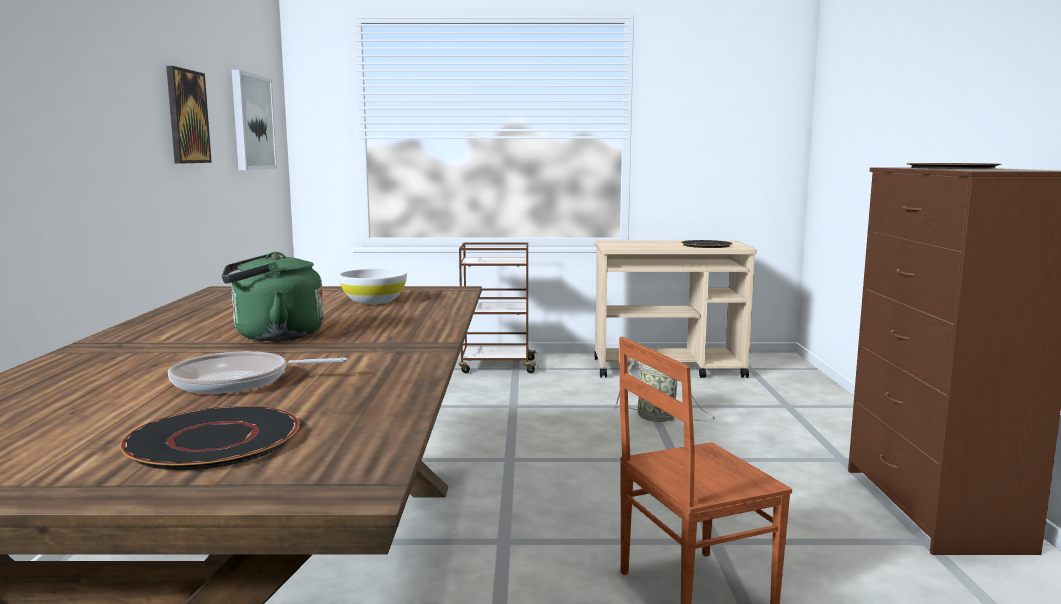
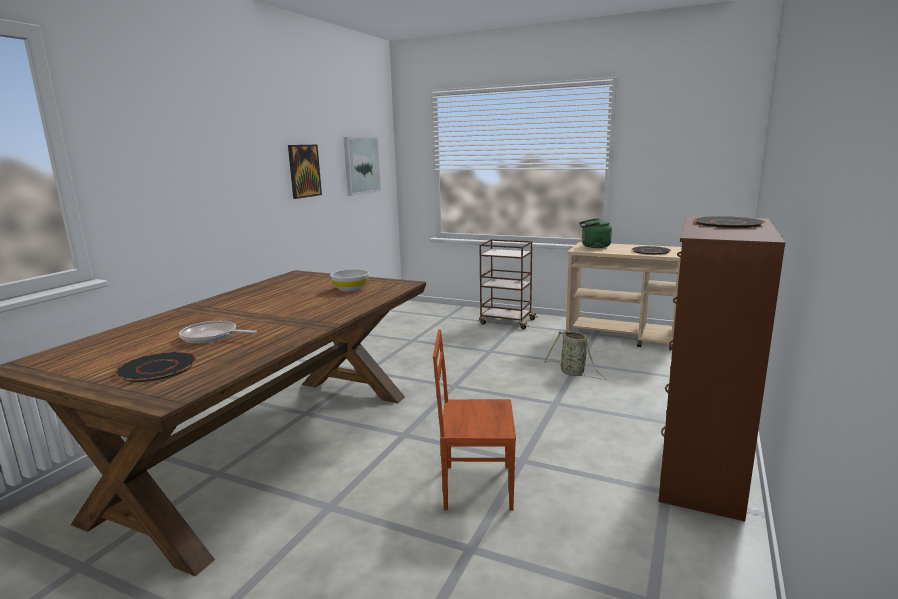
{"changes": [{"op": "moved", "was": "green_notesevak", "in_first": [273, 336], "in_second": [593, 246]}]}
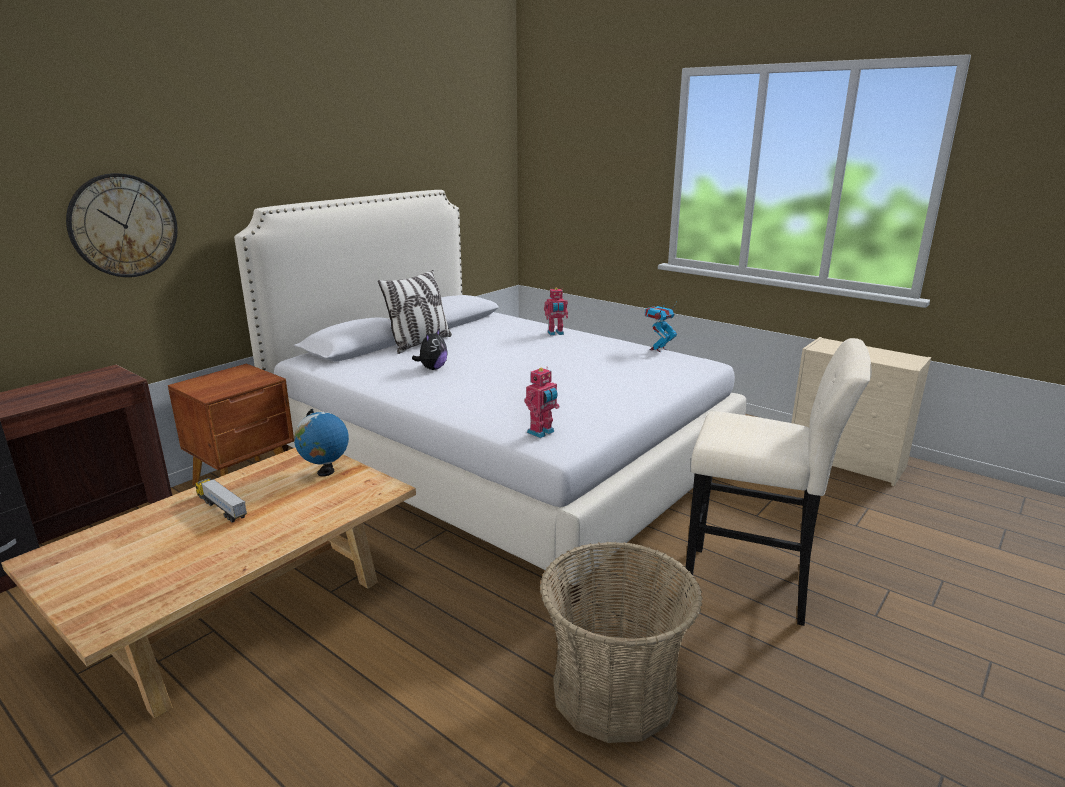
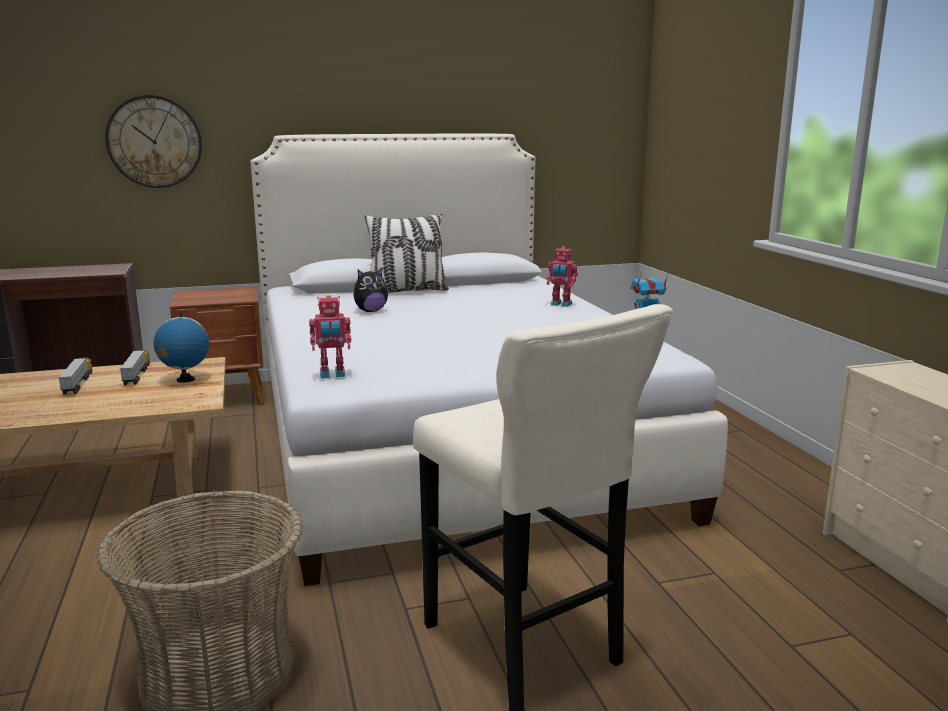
{"changes": [{"op": "added", "now": "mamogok", "in_second": [137, 375]}]}
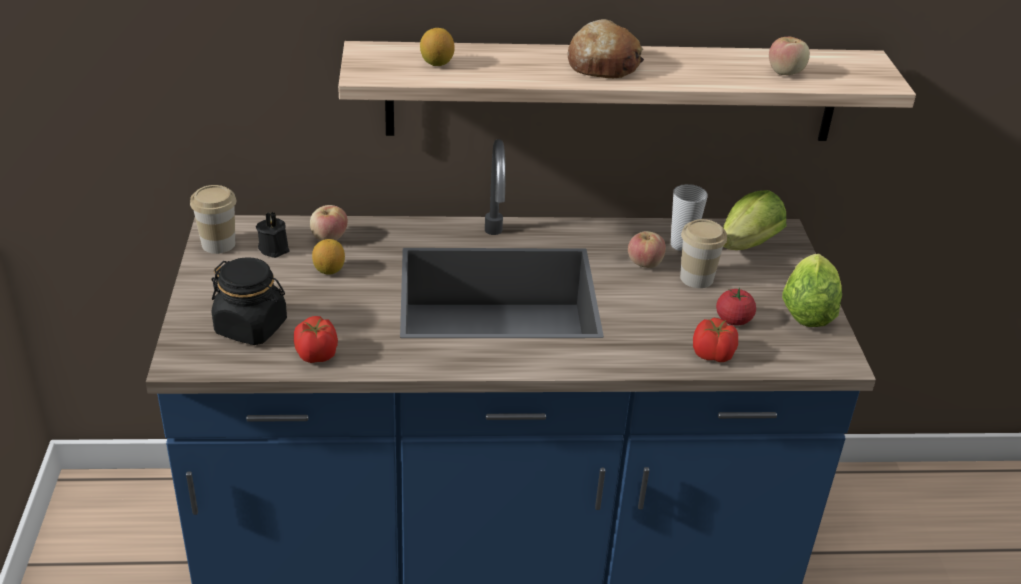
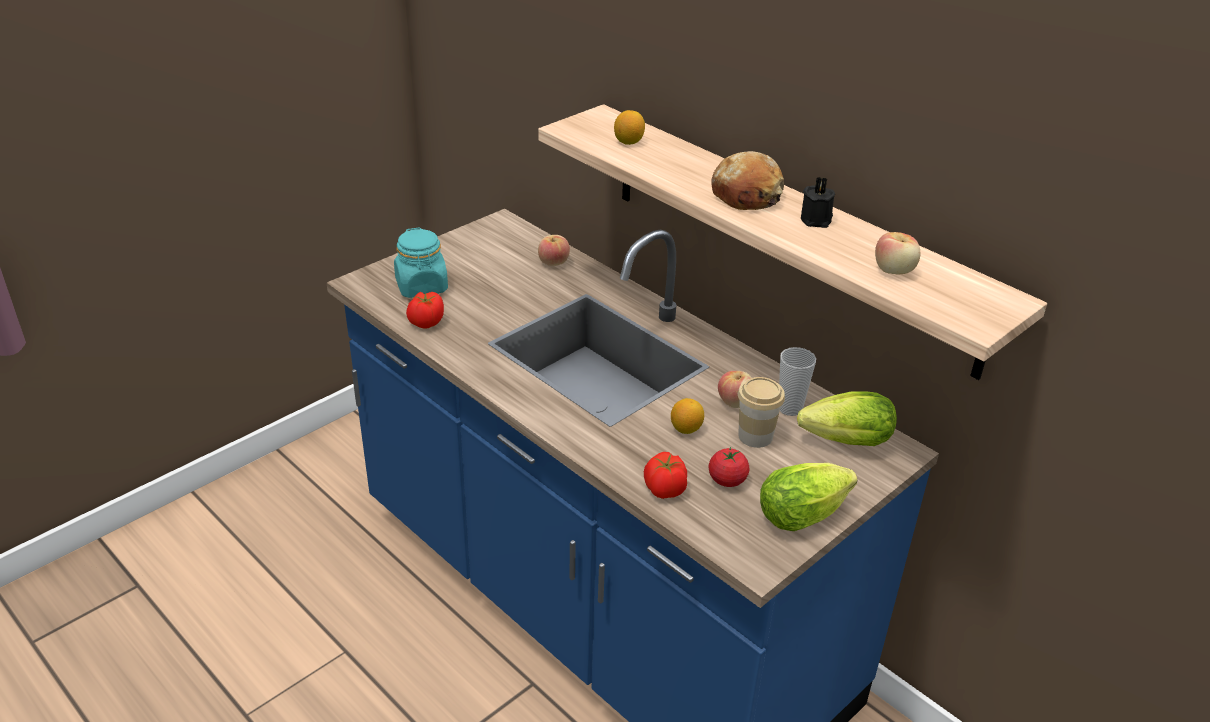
{"changes": [{"op": "recoloured", "was": "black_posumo", "now": "turquoise_posumo", "in_first": [251, 327], "in_second": [422, 286]}, {"op": "moved", "was": "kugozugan", "in_first": [329, 270], "in_second": [686, 429]}, {"op": "moved", "was": "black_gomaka", "in_first": [274, 248], "in_second": [817, 219]}, {"op": "removed", "was": "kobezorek", "in_first": [218, 244]}]}
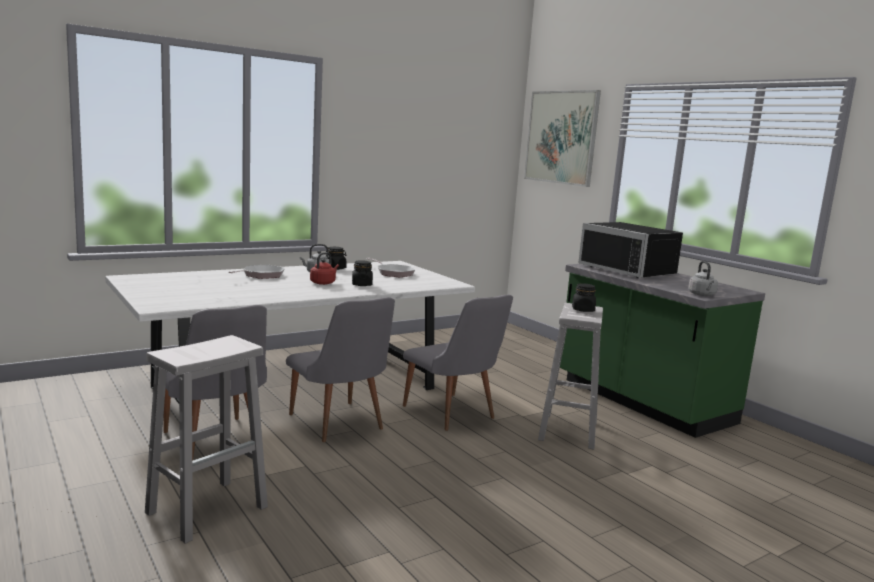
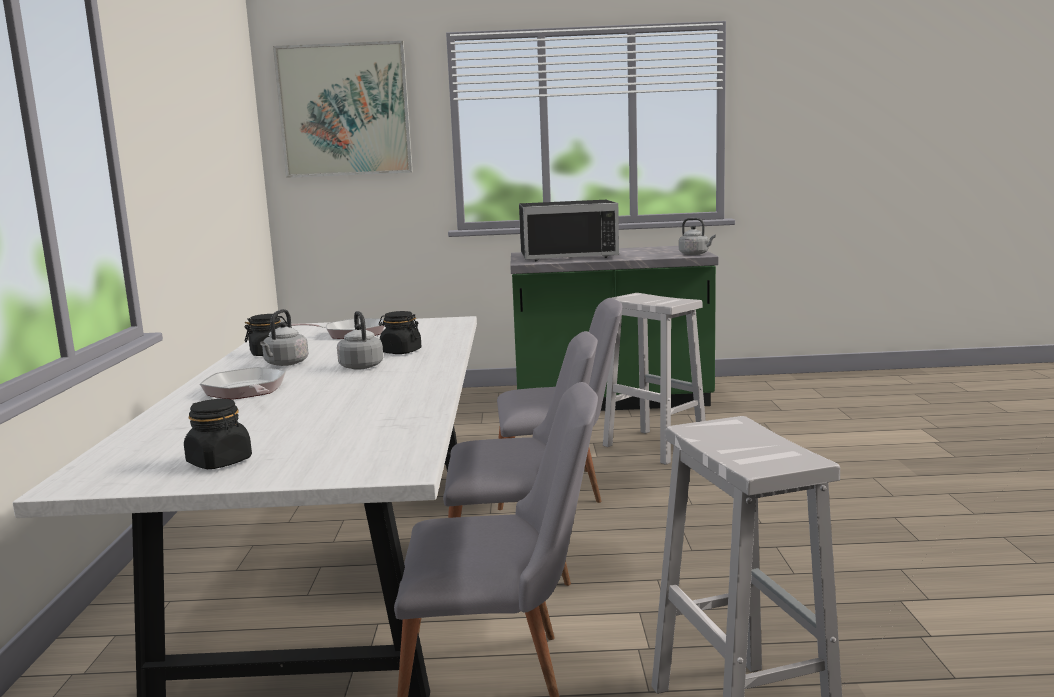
{"changes": [{"op": "moved", "was": "black_posumo", "in_first": [583, 310], "in_second": [220, 462]}, {"op": "recoloured", "was": "red_notesevak", "now": "grey_notesevak", "in_first": [323, 283], "in_second": [360, 366]}]}
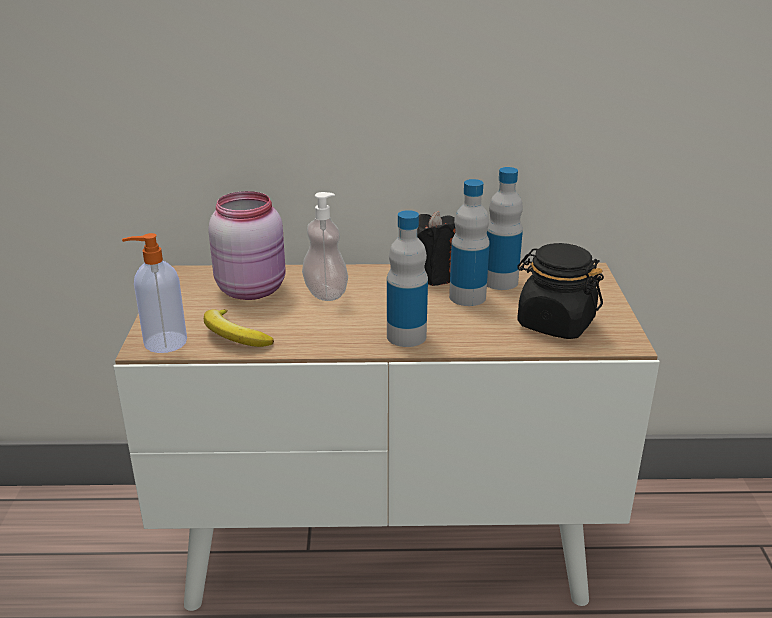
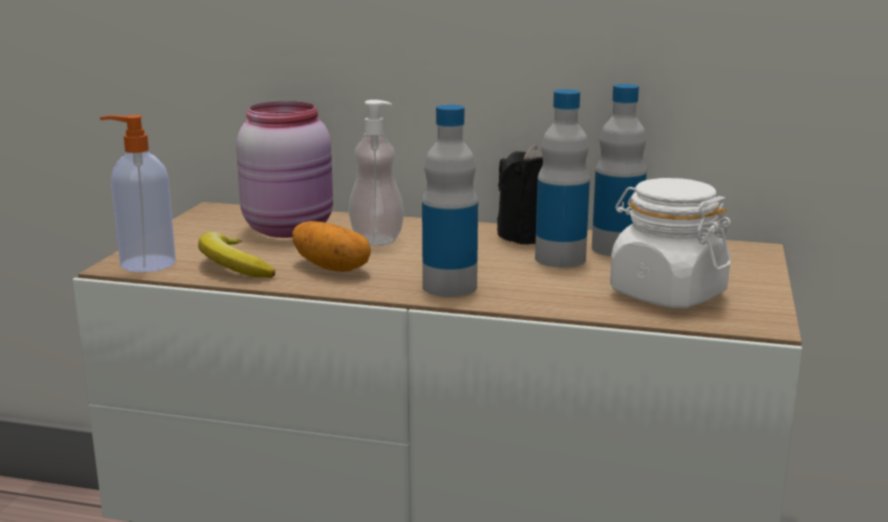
{"changes": [{"op": "added", "now": "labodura", "in_second": [332, 267]}, {"op": "recoloured", "was": "black_posumo", "now": "white_posumo", "in_first": [555, 323], "in_second": [666, 294]}]}
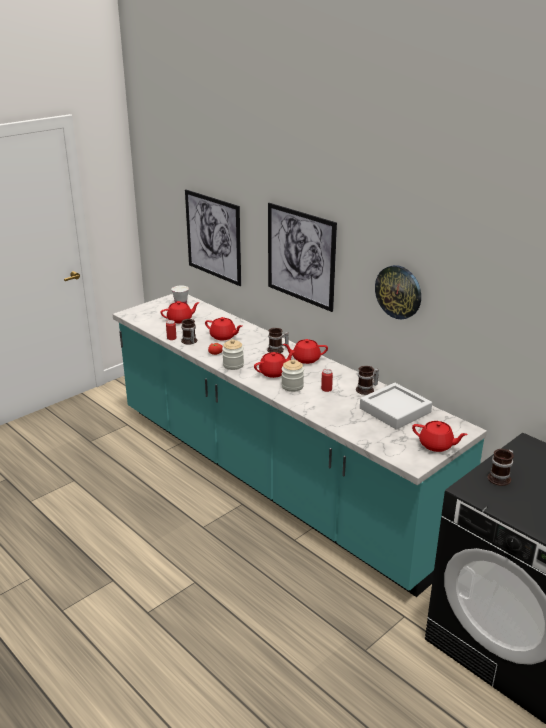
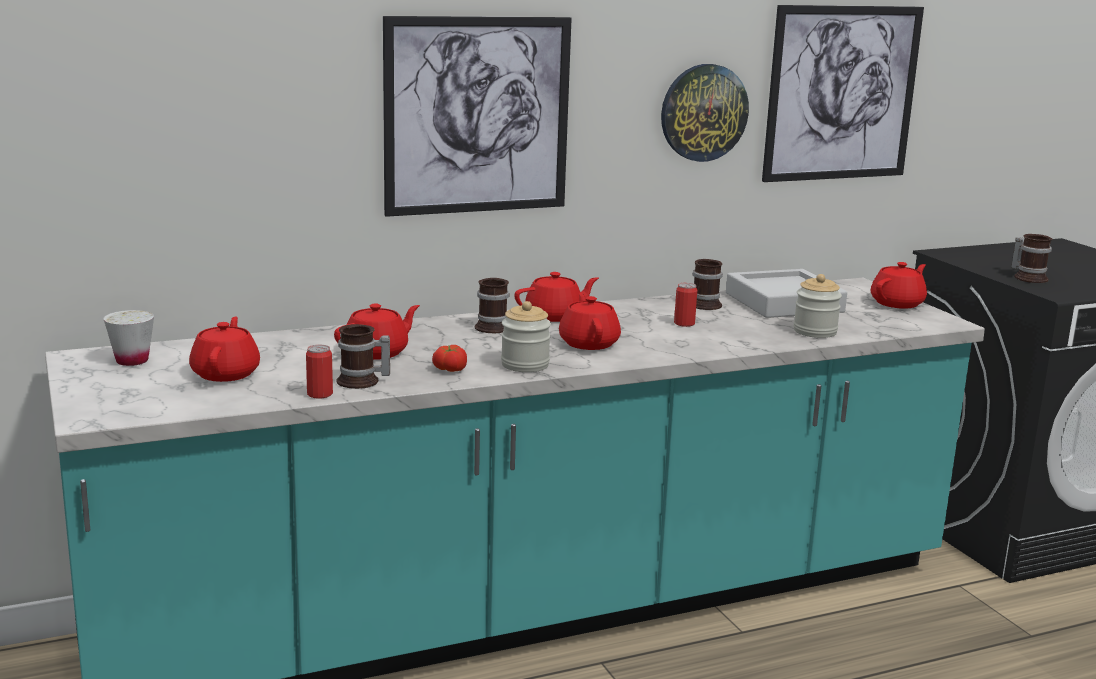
{"changes": [{"op": "turned", "was": "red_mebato", "in_first": [305, 359], "in_second": [555, 316], "clockwise": -135}, {"op": "moved", "was": "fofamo", "in_first": [213, 237], "in_second": [842, 93]}, {"op": "moved", "was": "posumo", "in_first": [292, 386], "in_second": [815, 331]}]}
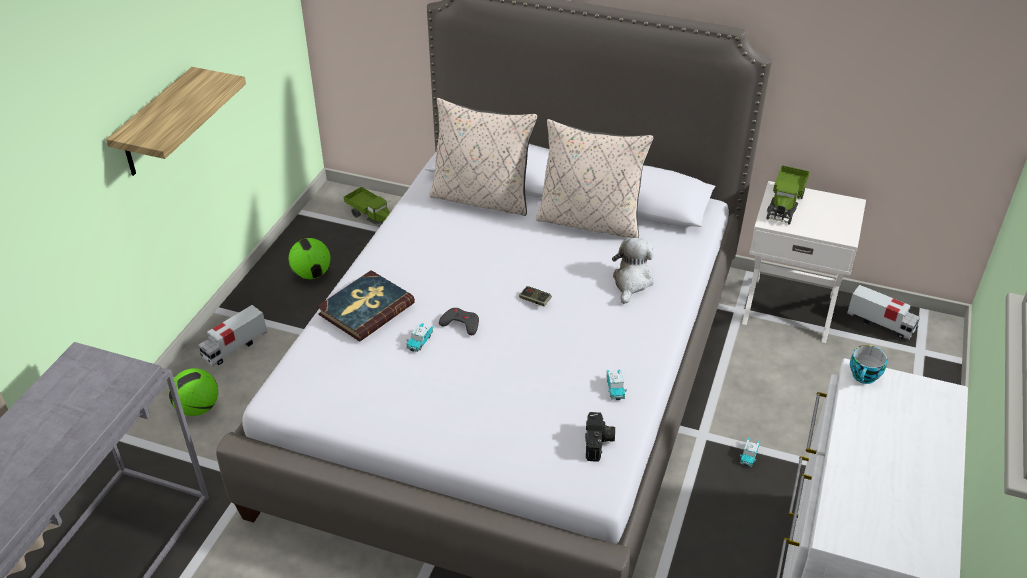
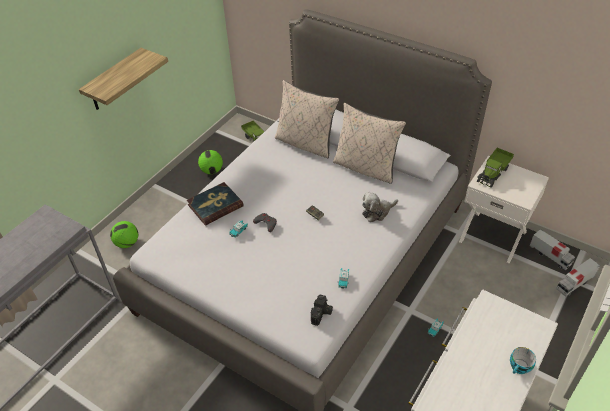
{"changes": [{"op": "turned", "was": "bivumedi", "in_first": [631, 282], "in_second": [377, 212], "clockwise": -150}, {"op": "moved", "was": "kobezorek", "in_first": [864, 377], "in_second": [519, 368]}, {"op": "moved", "was": "mamogok", "in_first": [234, 347], "in_second": [574, 284]}]}
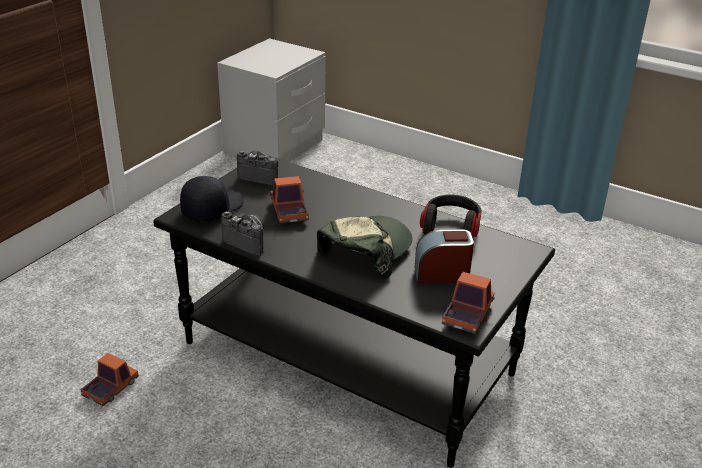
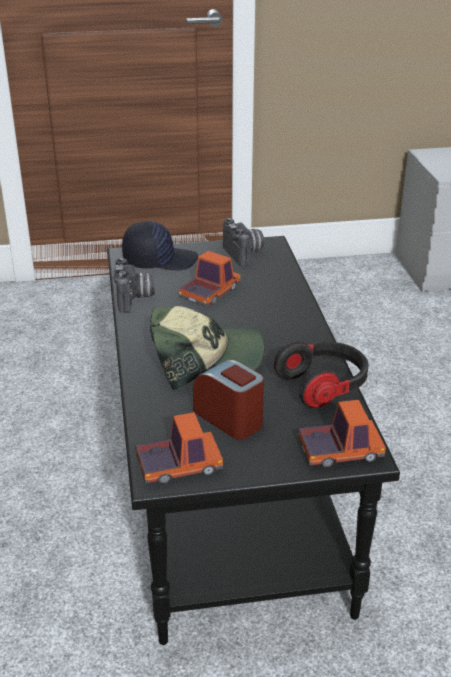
{"changes": [{"op": "moved", "was": "mamogok", "in_first": [111, 388], "in_second": [340, 451]}]}
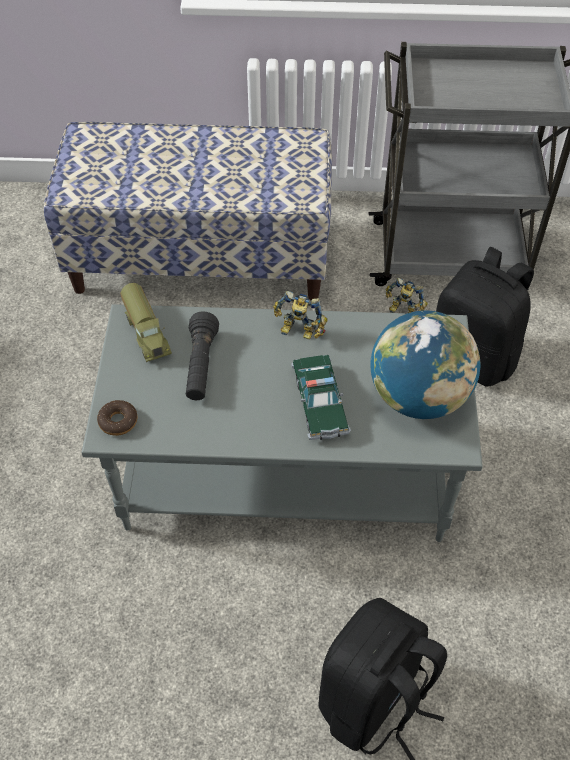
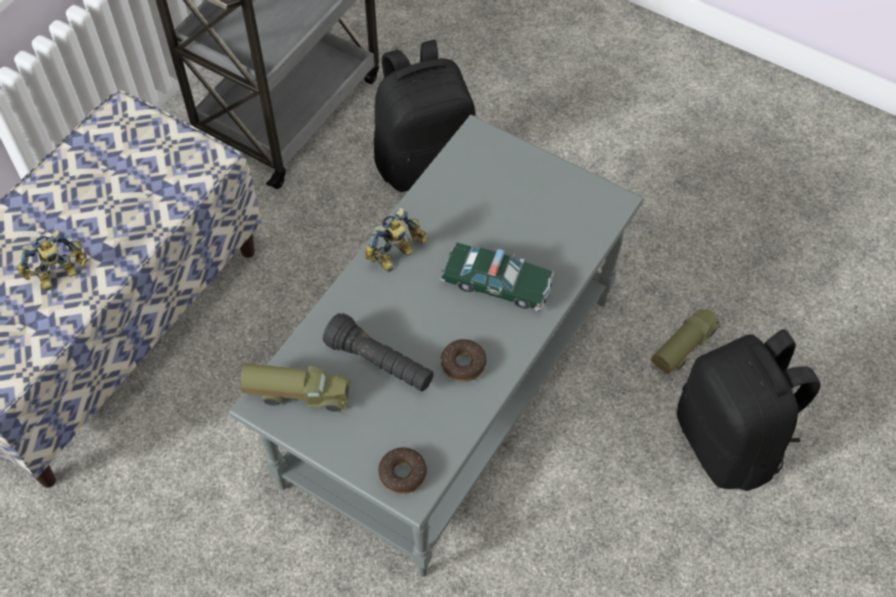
{"changes": [{"op": "moved", "was": "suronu", "in_first": [403, 312], "in_second": [60, 276]}, {"op": "added", "now": "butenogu", "in_second": [463, 364]}, {"op": "added", "now": "mamogok", "in_second": [682, 347]}, {"op": "removed", "was": "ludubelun", "in_first": [418, 396]}]}
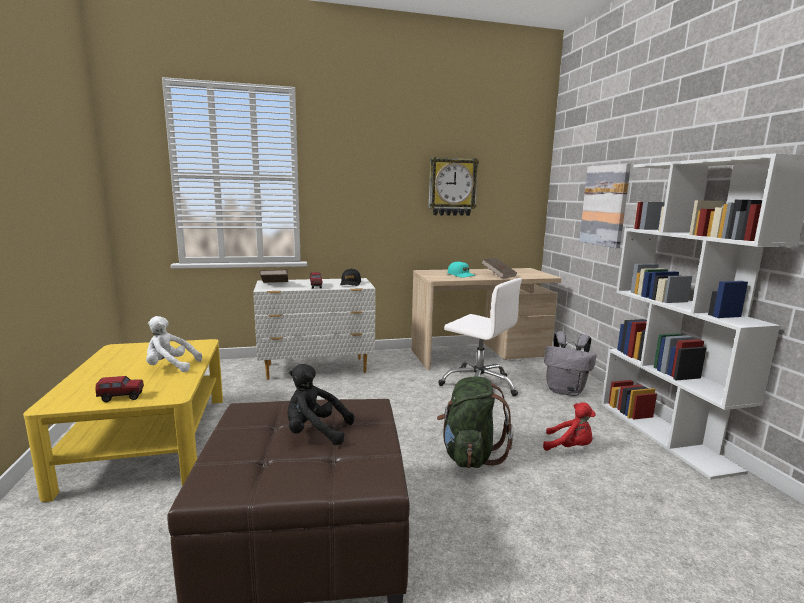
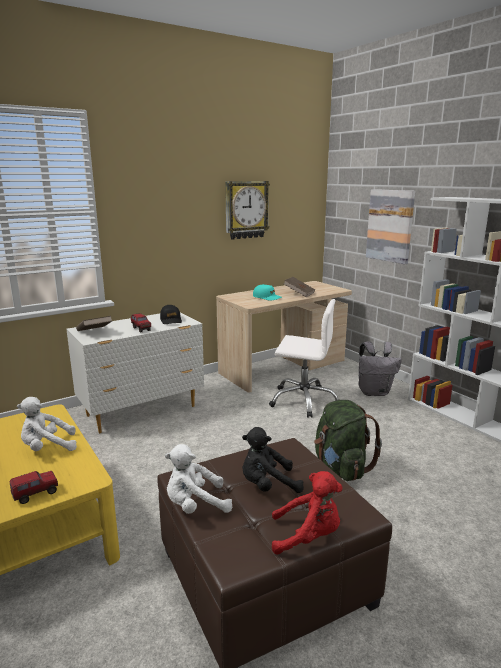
{"changes": [{"op": "added", "now": "white_bivumedi", "in_second": [195, 505]}, {"op": "moved", "was": "red_bivumedi", "in_first": [569, 447], "in_second": [308, 536]}]}
